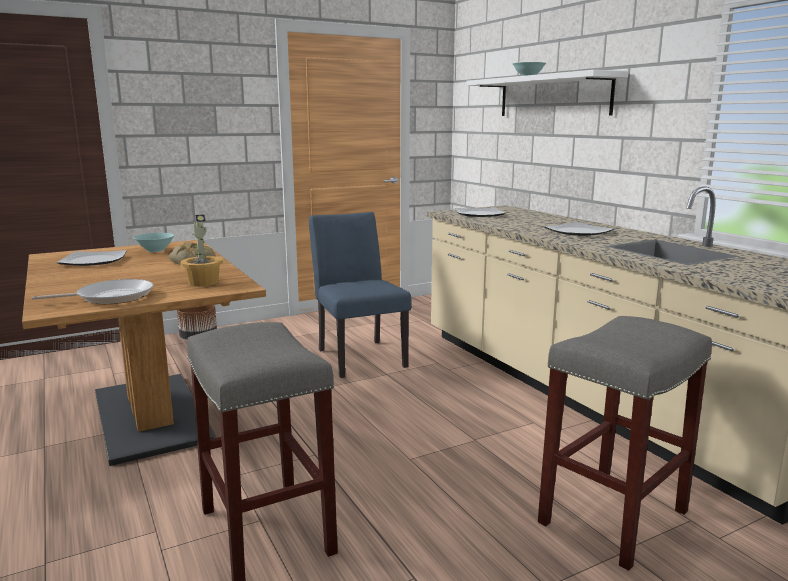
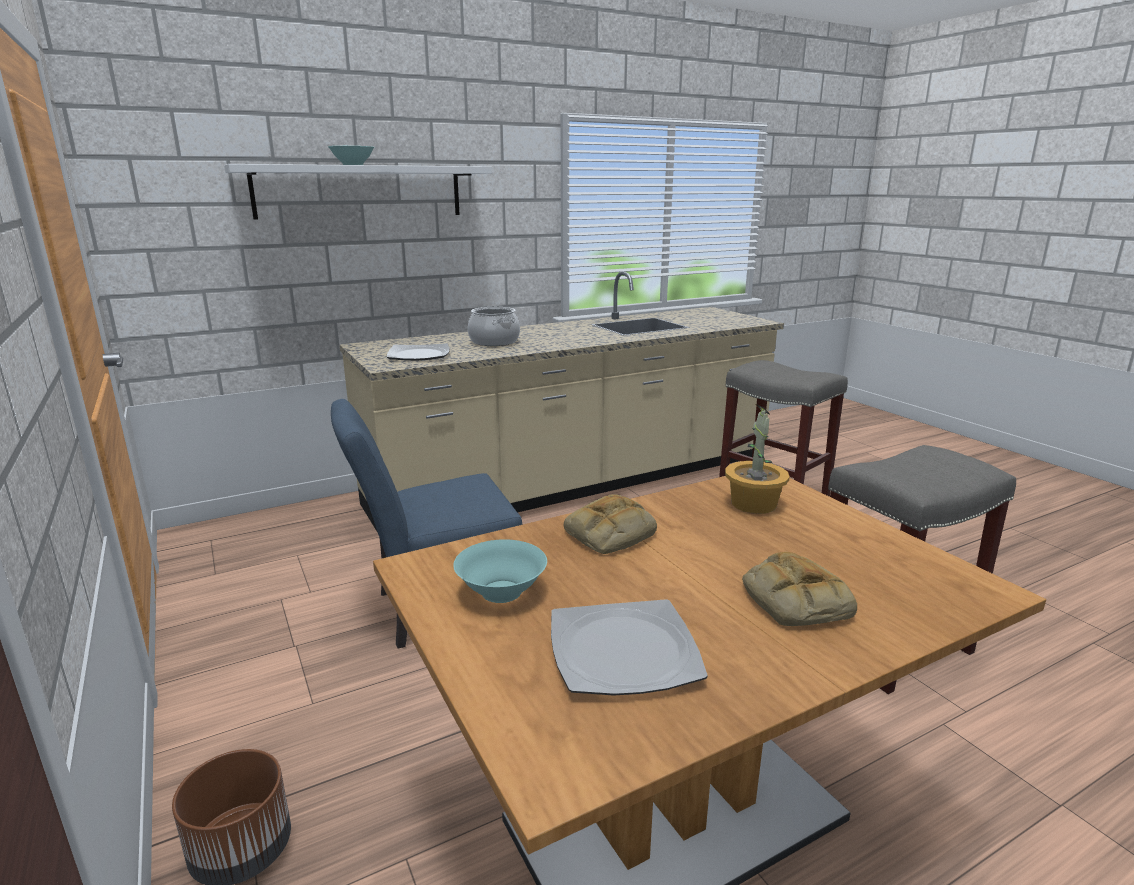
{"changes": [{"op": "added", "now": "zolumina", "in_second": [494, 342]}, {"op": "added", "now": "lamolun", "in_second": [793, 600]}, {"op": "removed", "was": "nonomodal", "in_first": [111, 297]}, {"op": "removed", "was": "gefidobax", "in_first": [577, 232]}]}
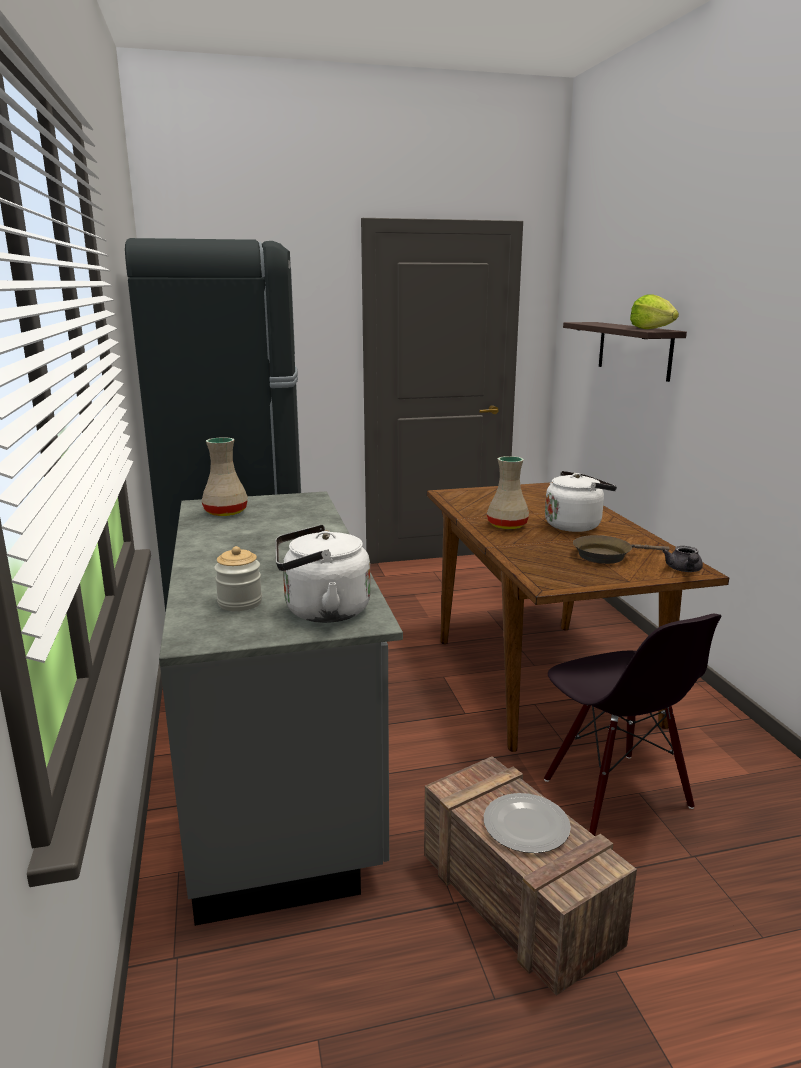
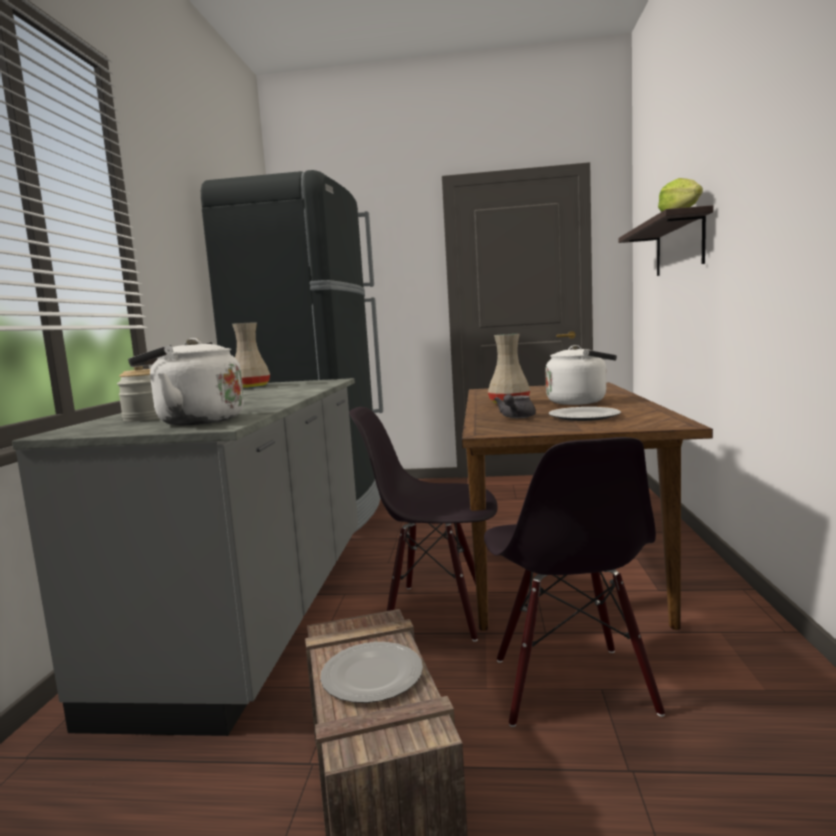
{"changes": [{"op": "added", "now": "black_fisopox", "in_second": [436, 613]}, {"op": "moved", "was": "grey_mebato", "in_first": [684, 570], "in_second": [516, 417]}, {"op": "replaced", "was": "brown_nonomodal", "now": "gefidobax", "in_first": [606, 555], "in_second": [583, 416]}]}
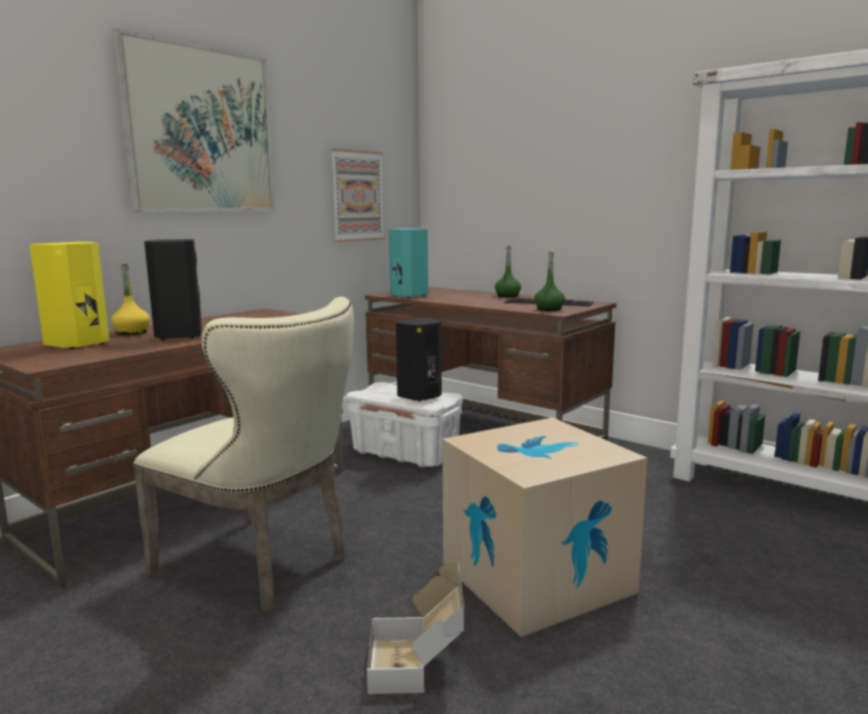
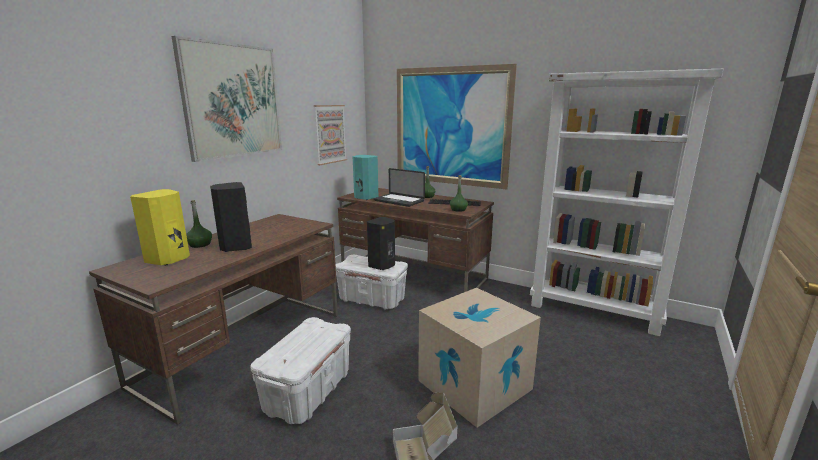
{"changes": [{"op": "recoloured", "was": "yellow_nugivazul", "now": "green_nugivazul", "in_first": [132, 332], "in_second": [200, 244]}, {"op": "replaced", "was": "beige_fisopox", "now": "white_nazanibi", "in_first": [263, 565], "in_second": [308, 393]}, {"op": "added", "now": "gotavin", "in_second": [398, 201]}, {"op": "added", "now": "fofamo", "in_second": [450, 127]}]}
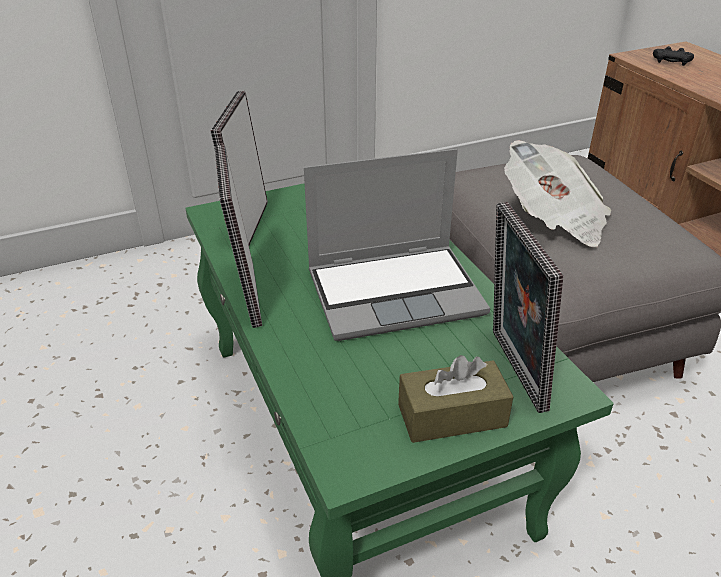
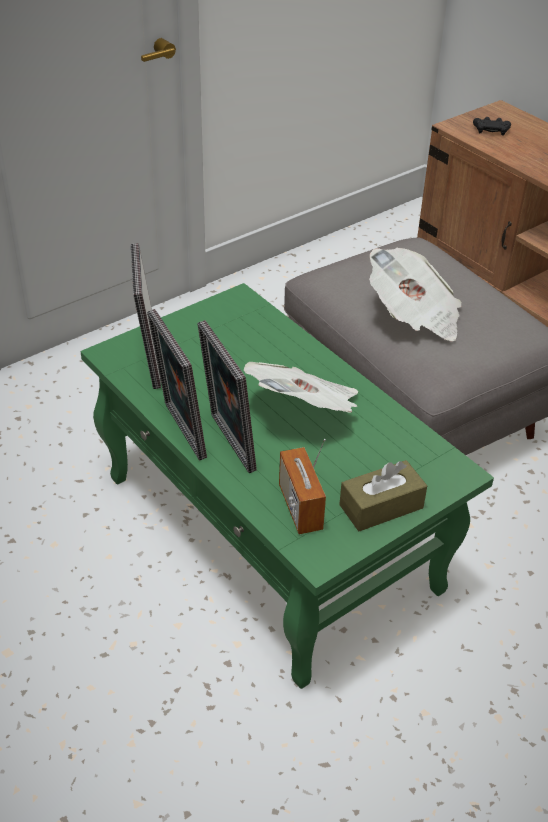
{"changes": [{"op": "moved", "was": "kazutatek", "in_first": [511, 370], "in_second": [227, 444]}, {"op": "replaced", "was": "gotavin", "now": "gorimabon", "in_first": [396, 292], "in_second": [305, 410]}, {"op": "added", "now": "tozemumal", "in_second": [300, 508]}]}
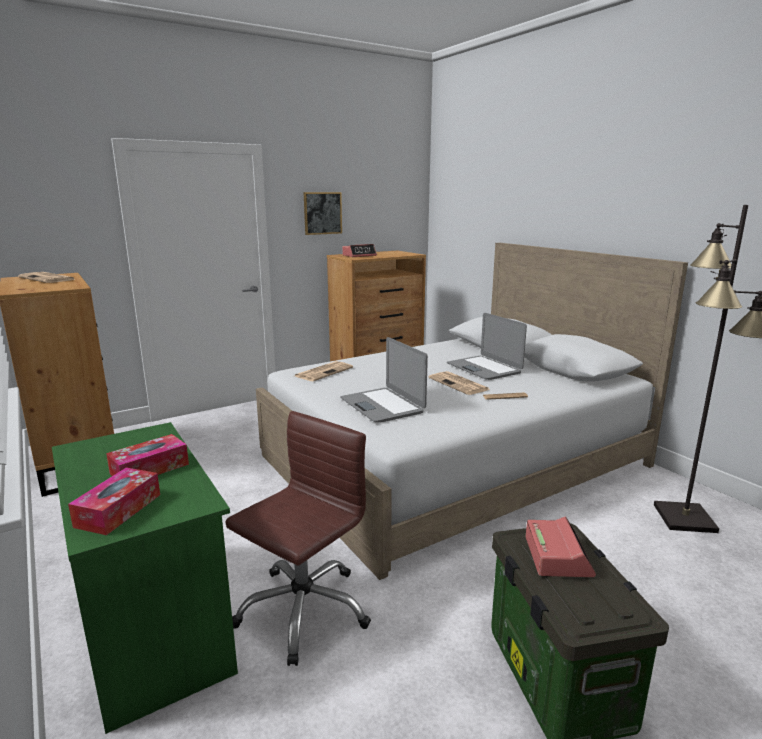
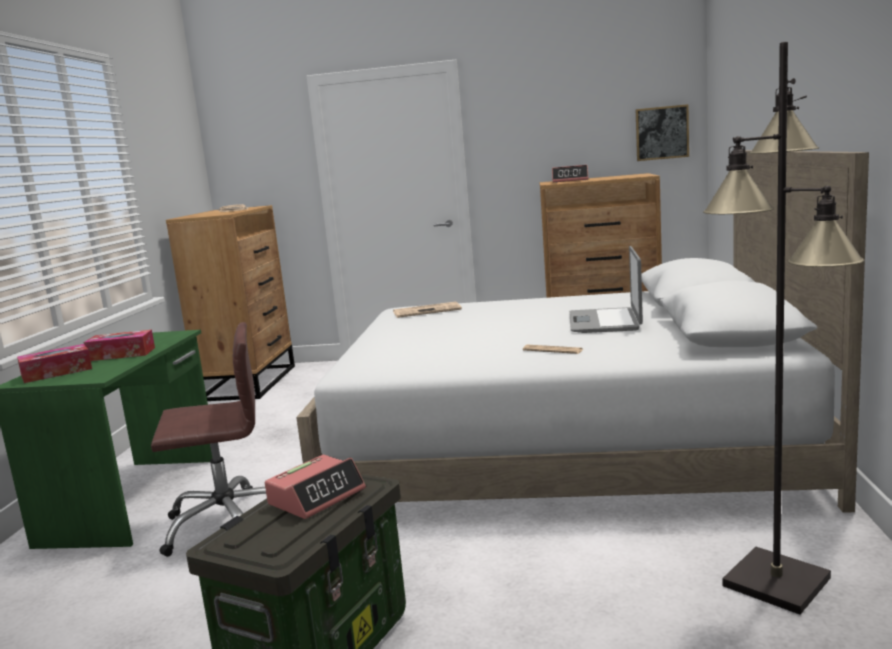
{"changes": [{"op": "moved", "was": "fofamo", "in_first": [322, 213], "in_second": [662, 133]}, {"op": "removed", "was": "gotavin", "in_first": [382, 406]}, {"op": "removed", "was": "gorimabon", "in_first": [459, 384]}]}
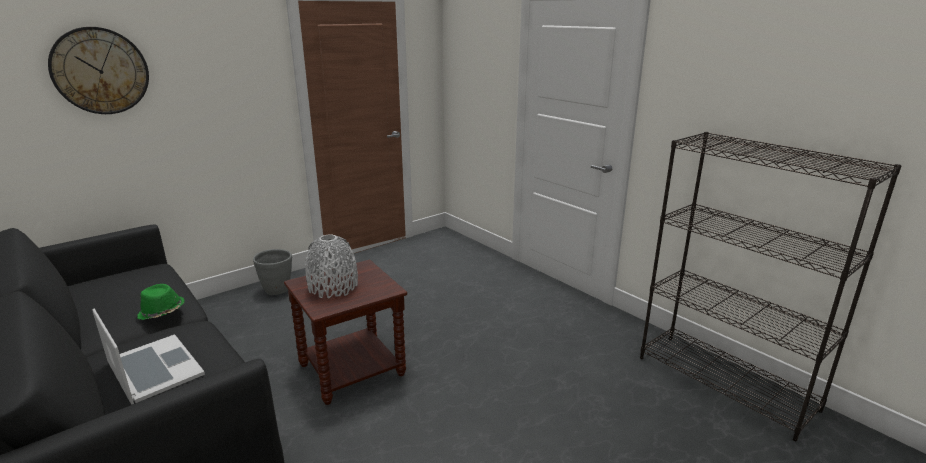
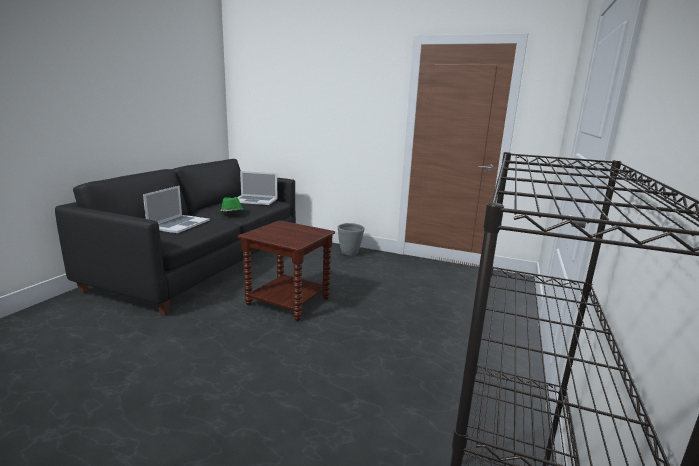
{"changes": [{"op": "added", "now": "gotavin", "in_second": [254, 200]}, {"op": "removed", "was": "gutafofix", "in_first": [100, 71]}, {"op": "removed", "was": "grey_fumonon", "in_first": [333, 287]}]}
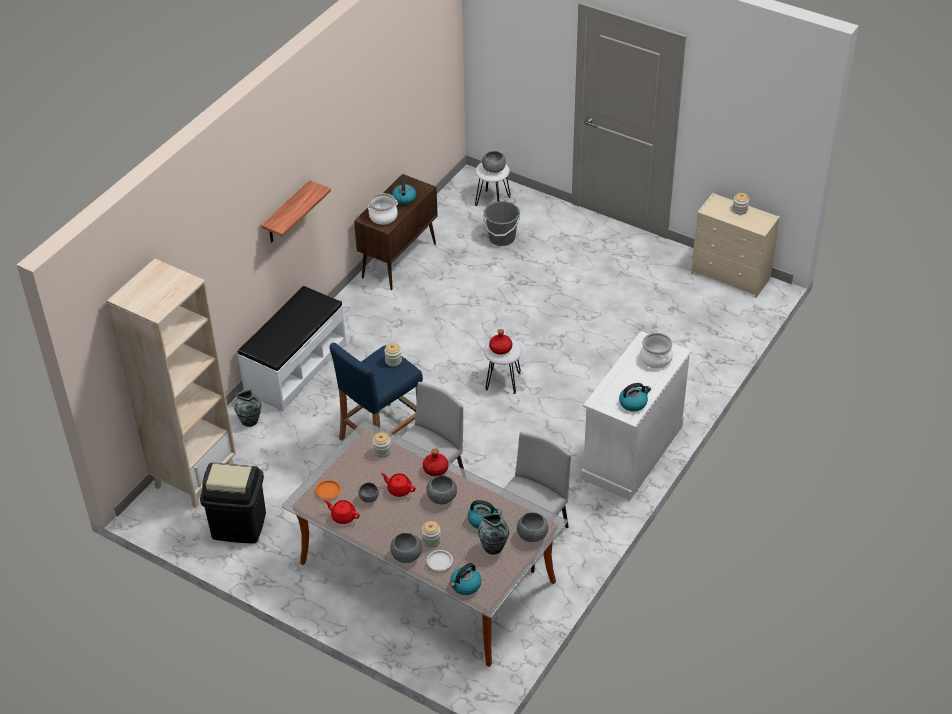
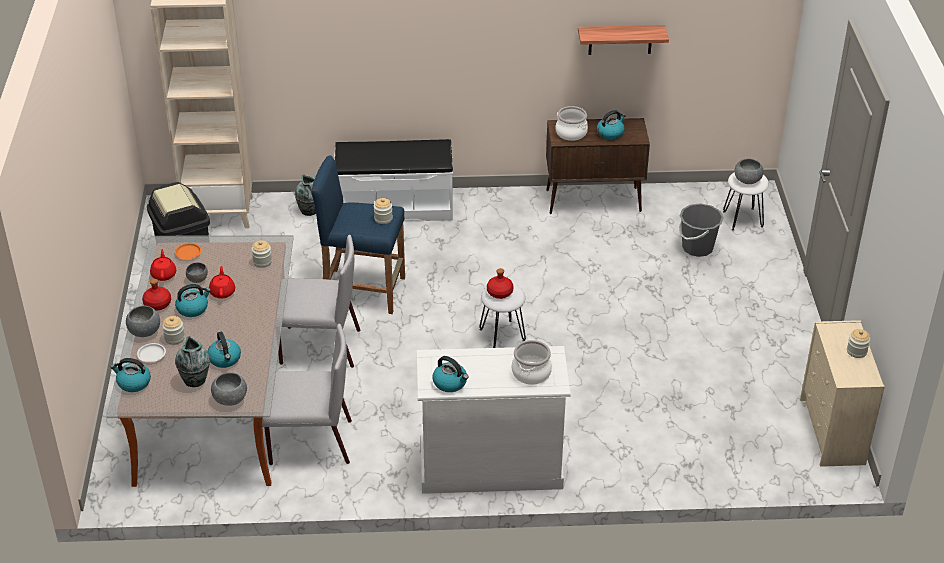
{"changes": [{"op": "moved", "was": "red_nugivazul", "in_first": [435, 469], "in_second": [157, 304]}, {"op": "added", "now": "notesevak", "in_second": [193, 308]}, {"op": "moved", "was": "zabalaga", "in_first": [287, 214], "in_second": [620, 39]}, {"op": "removed", "was": "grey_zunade", "in_first": [442, 497]}]}
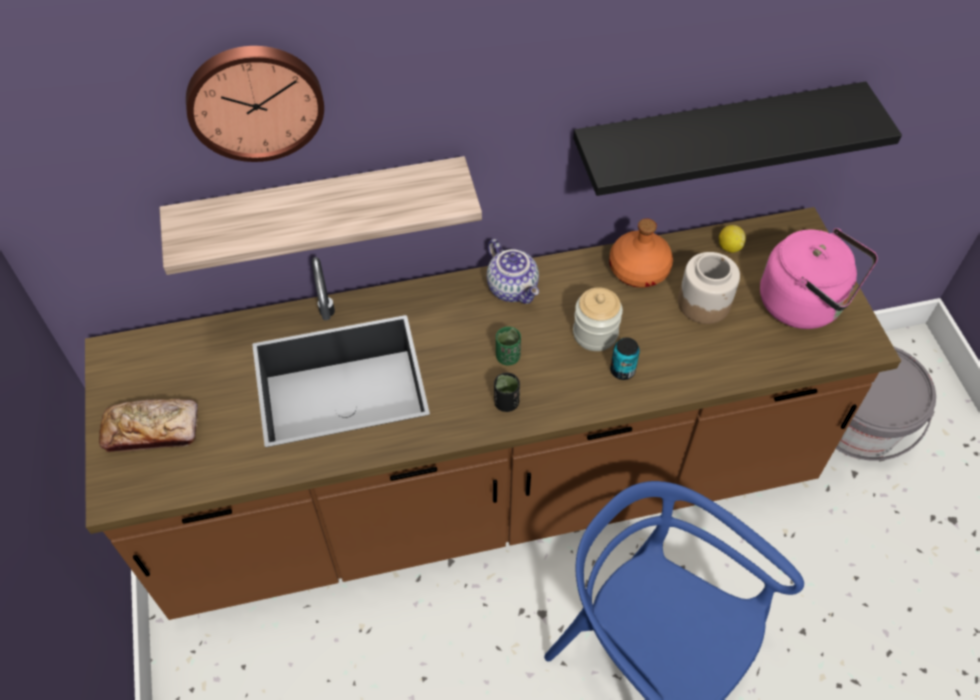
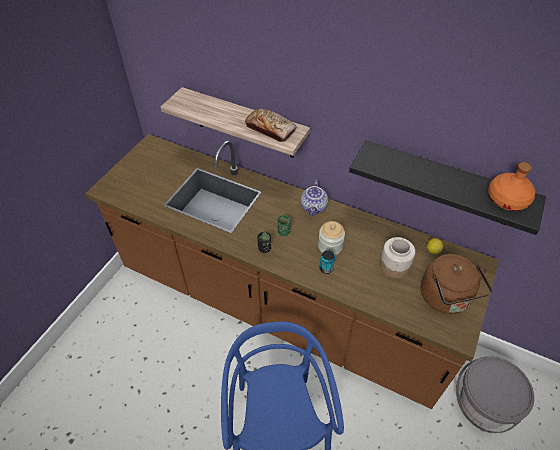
{"changes": [{"op": "moved", "was": "lamolun", "in_first": [152, 430], "in_second": [270, 129]}, {"op": "recoloured", "was": "pink_notesevak", "now": "brown_notesevak", "in_first": [805, 304], "in_second": [446, 298]}, {"op": "moved", "was": "orange_nugivazul", "in_first": [639, 269], "in_second": [507, 199]}, {"op": "removed", "was": "gutafofix", "in_first": [255, 100]}]}
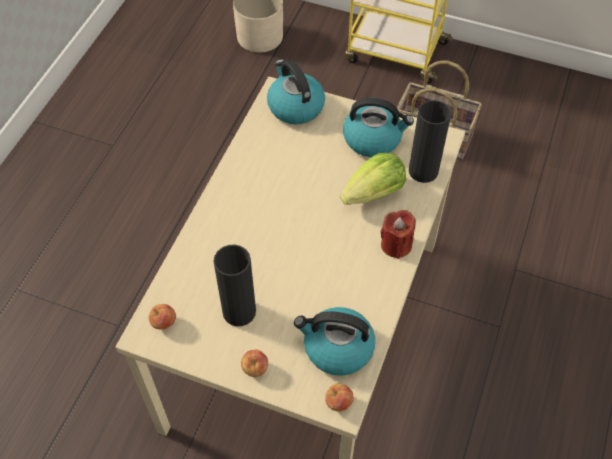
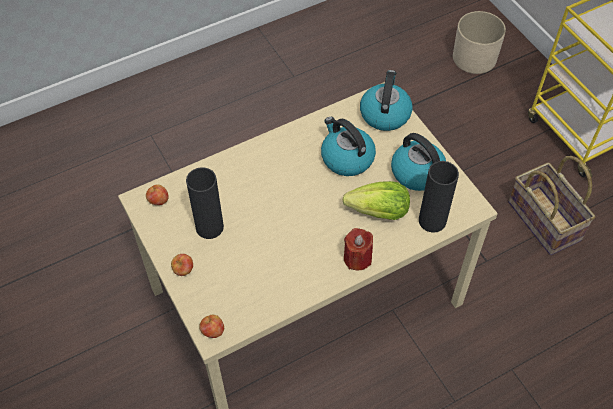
{"changes": [{"op": "moved", "was": "notesevak", "in_first": [337, 348], "in_second": [346, 158]}]}
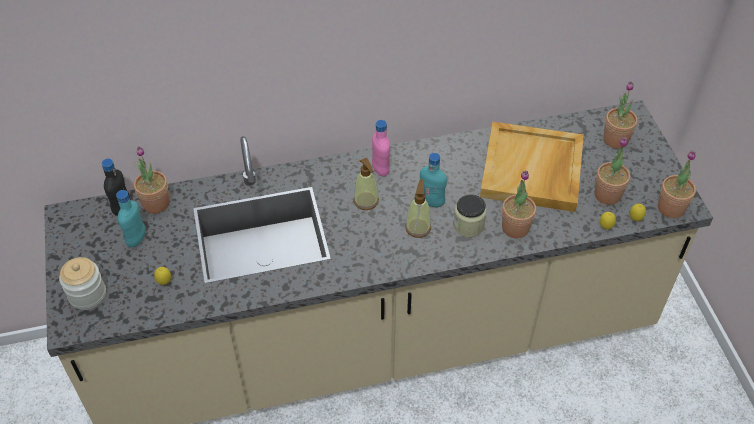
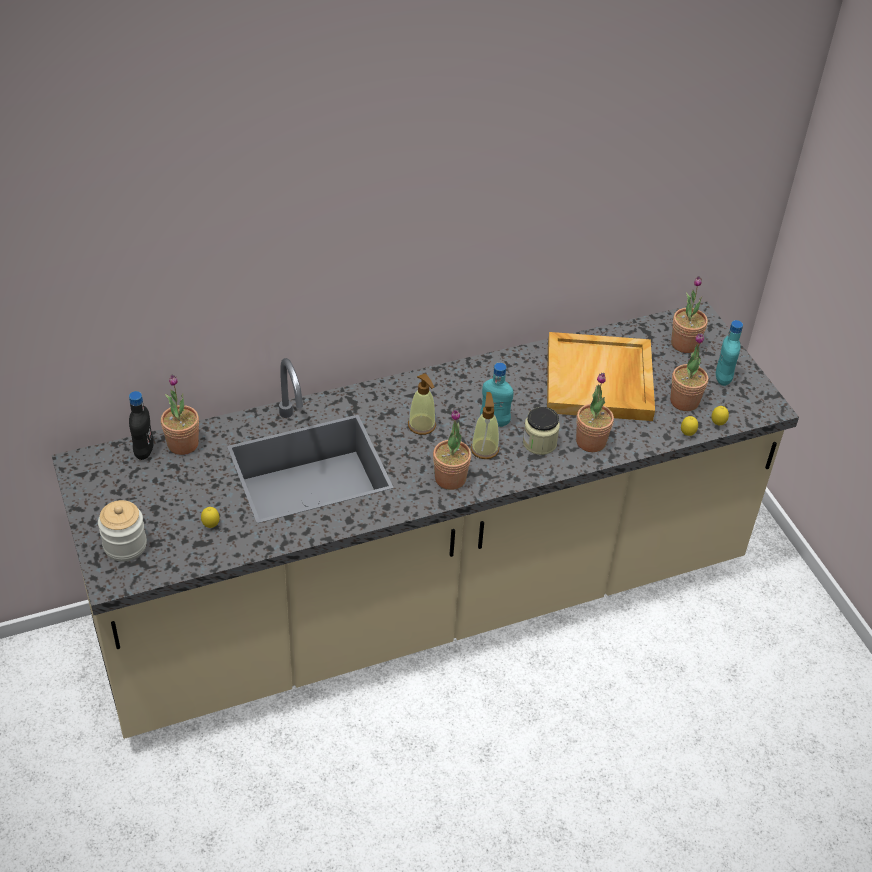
{"changes": [{"op": "moved", "was": "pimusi", "in_first": [671, 208], "in_second": [450, 478]}, {"op": "moved", "was": "turquoise_nugivazul", "in_first": [136, 239], "in_second": [723, 378]}, {"op": "removed", "was": "pink_nugivazul", "in_first": [380, 169]}]}
